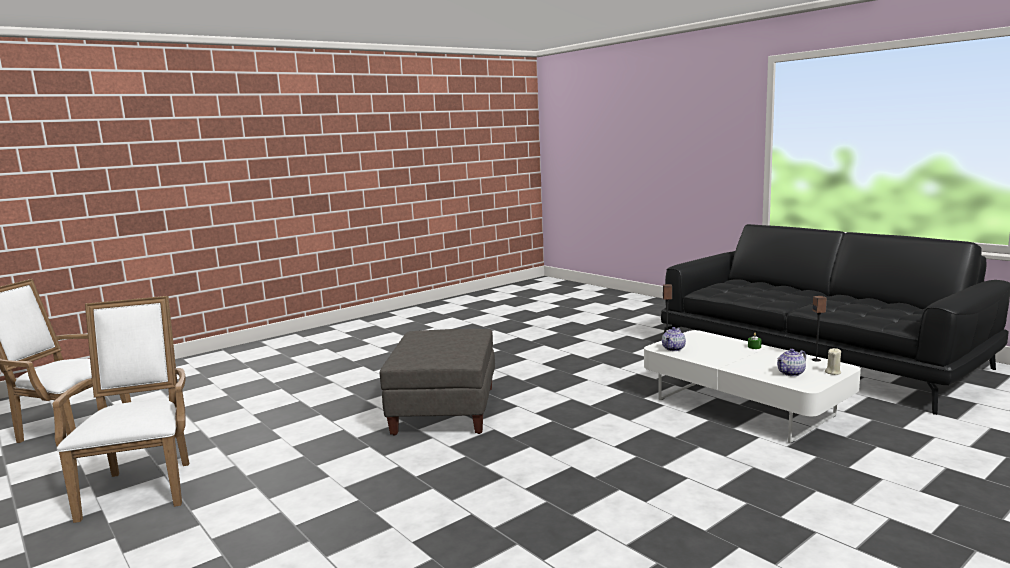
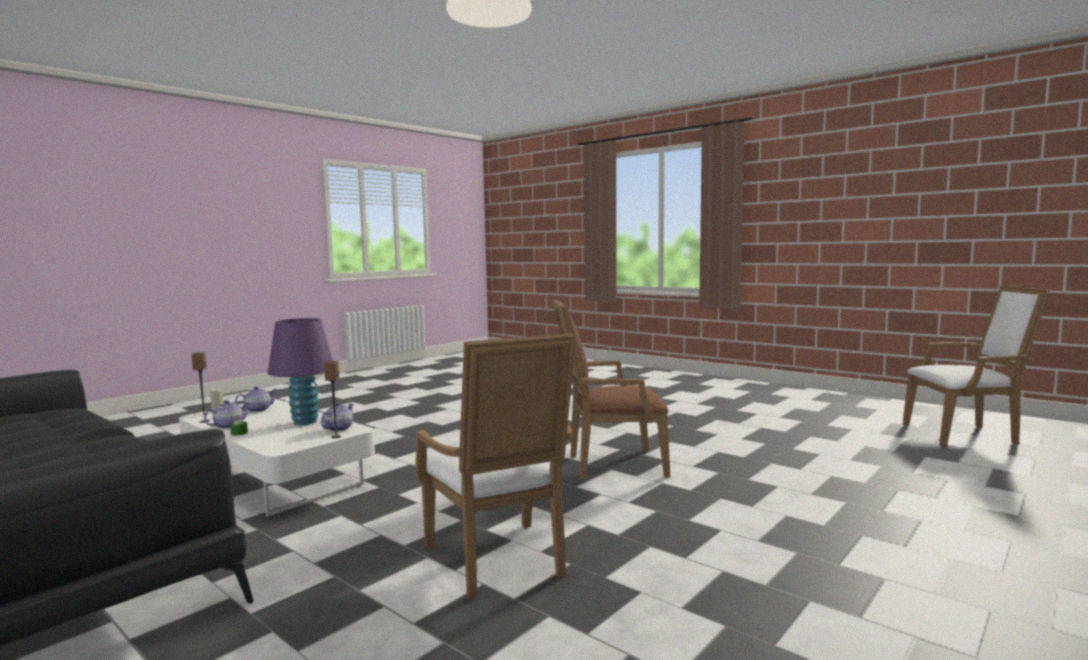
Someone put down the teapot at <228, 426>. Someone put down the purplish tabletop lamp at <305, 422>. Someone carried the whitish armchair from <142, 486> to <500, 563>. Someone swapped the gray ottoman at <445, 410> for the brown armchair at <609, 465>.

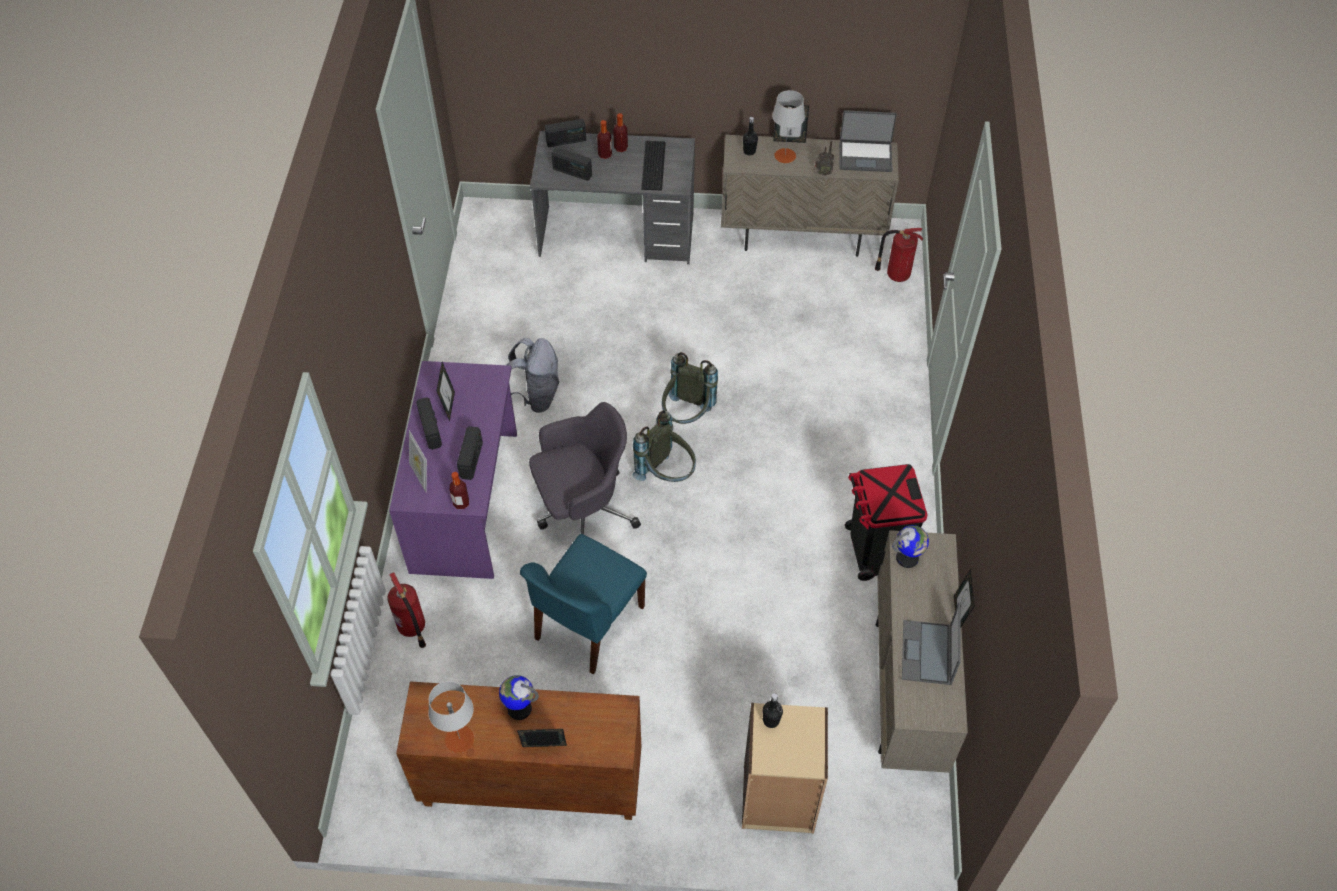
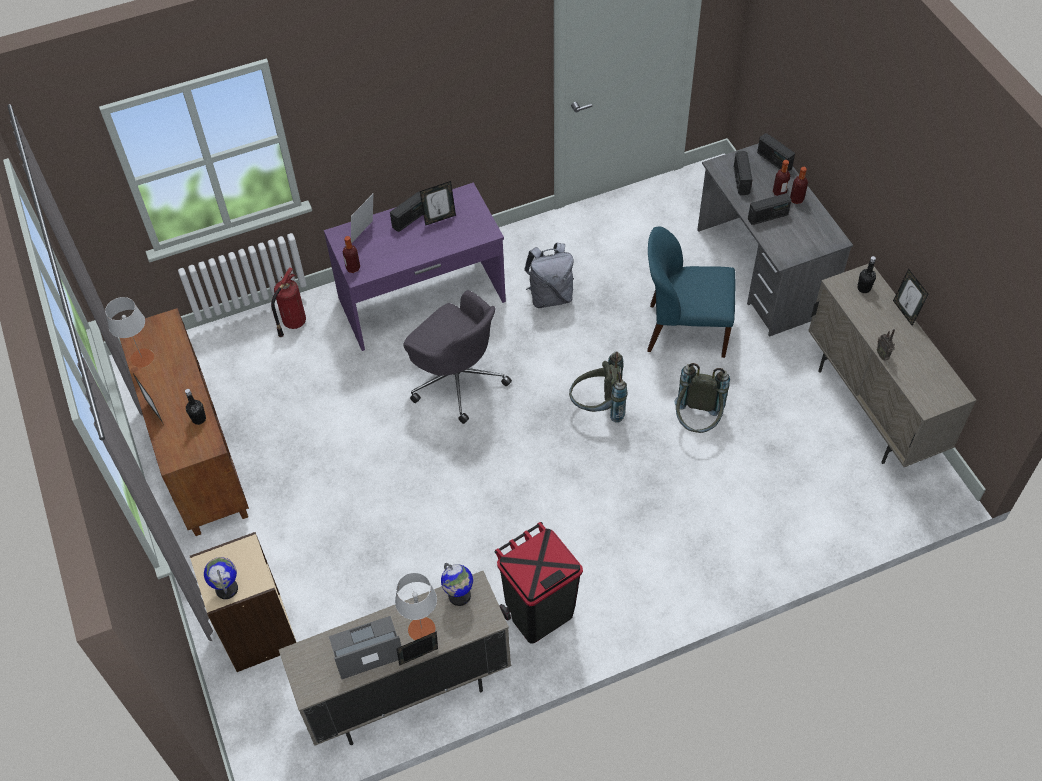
Someone took away the PC keyboard at <654, 165>. Someone took away the portable computer at <865, 156>. Someone took away the fire extinguisher at <896, 274>. Someone carried the radio receiver from <471, 460> to <768, 217>. Someone carried the world globe from <519, 708> to <227, 588>. Someone carried the blue plain chair from <587, 624> to <684, 330>. Someone carried the gray backpack from <666, 474> to <697, 422>. Someone carried the blackish beverage bottle from <771, 720> to <199, 419>. Someone carried the gray tabletop lamp from <785, 155> to <421, 629>.

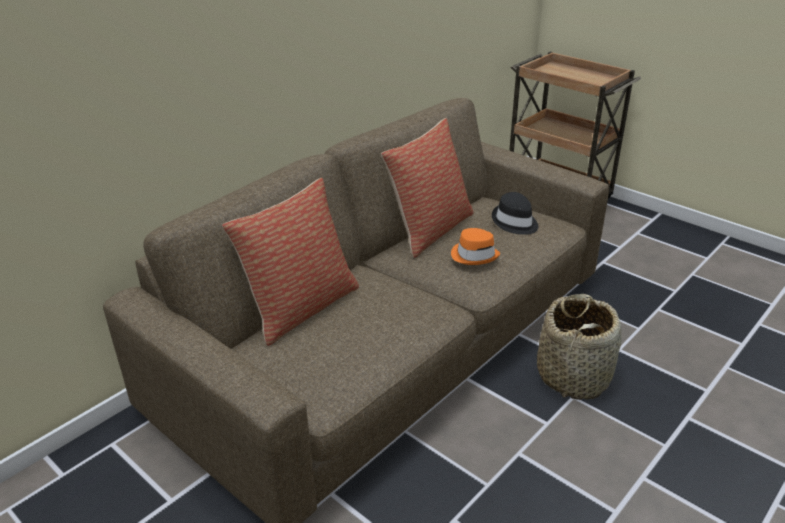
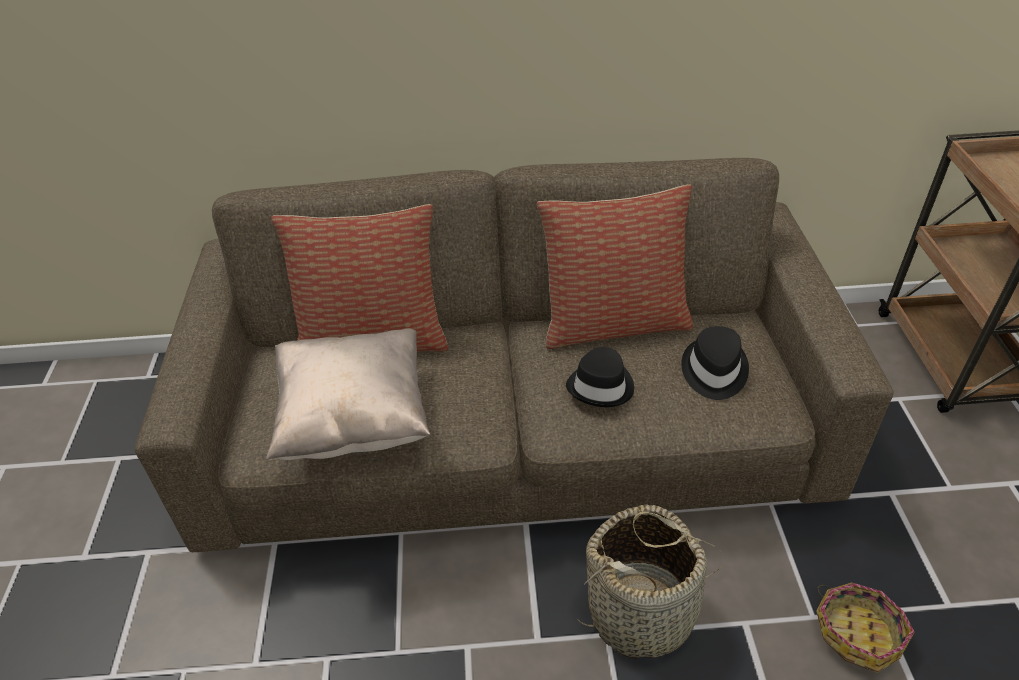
Someone put down the beige-coloured cushion at <355, 419>. Someone put down the storage basket at <857, 632>. Someone repainted the orange clothing hat at <474, 255>, which became the blackish clothing hat at <601, 386>.

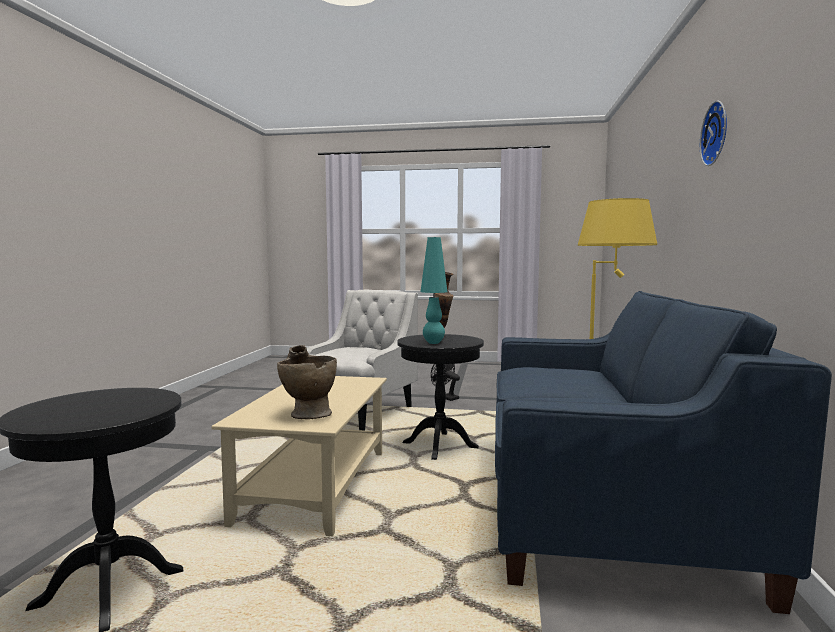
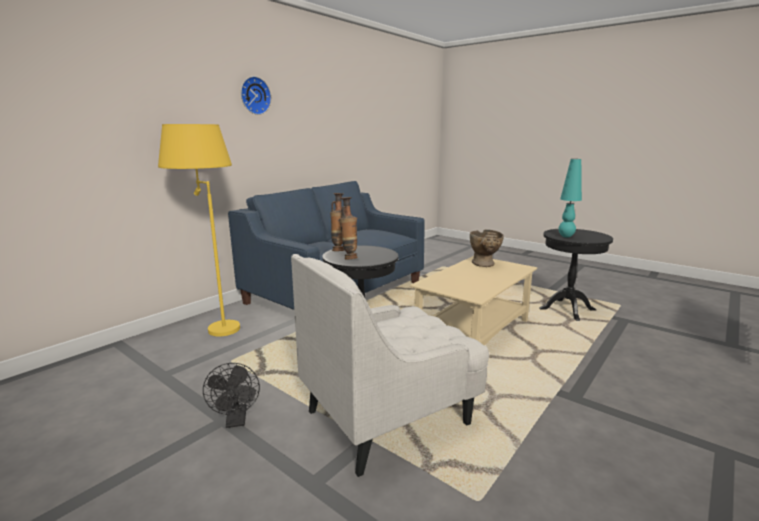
Someone put down the vase at <339, 250>. Someone carried the turquoise-coloured tabletop lamp from <434, 343> to <566, 236>.

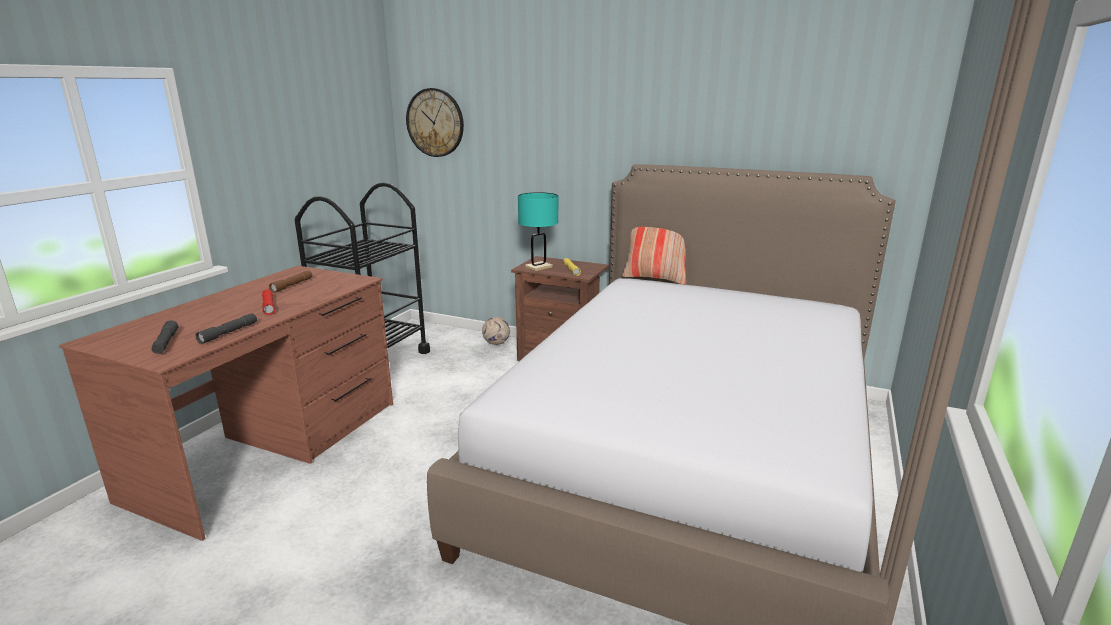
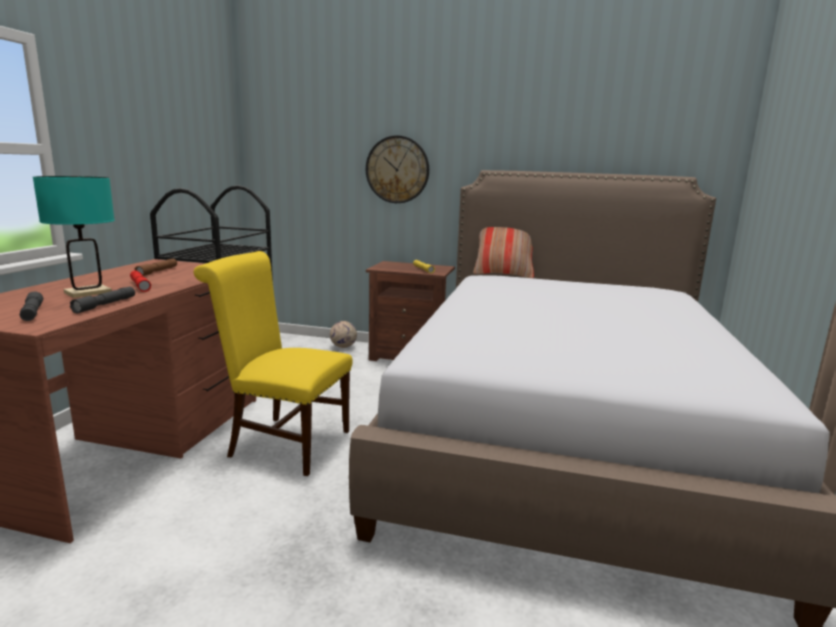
Someone put down the yellow-coloured plain chair at <283, 442>. Someone carried the wall clock from <435, 122> to <397, 169>. Someone carried the turquoise-coloured tabletop lamp from <538, 267> to <88, 292>.

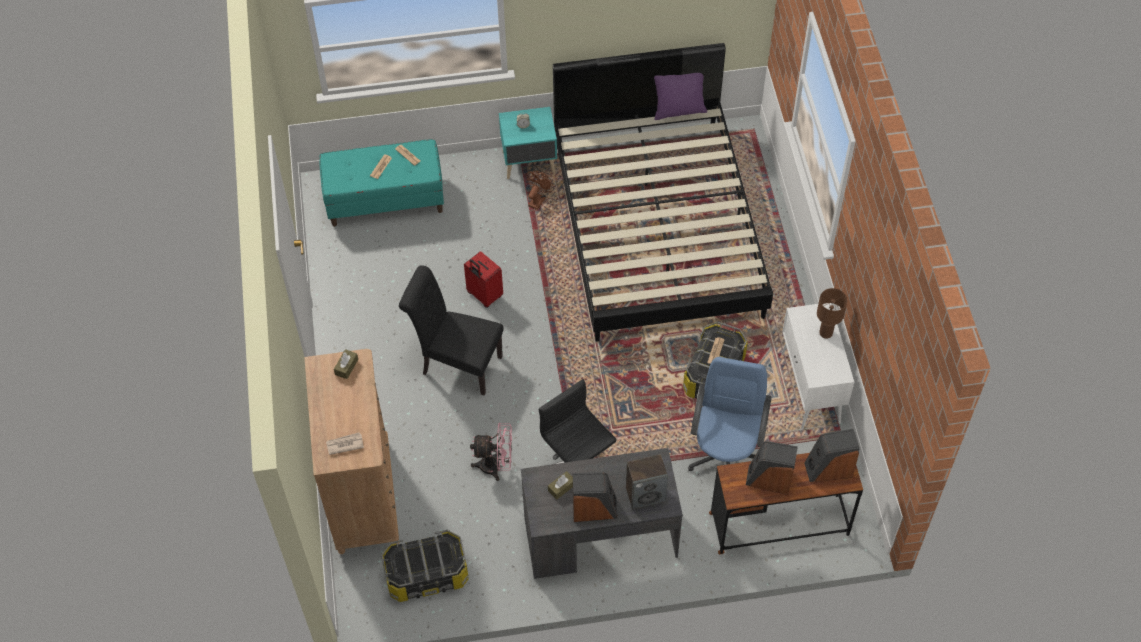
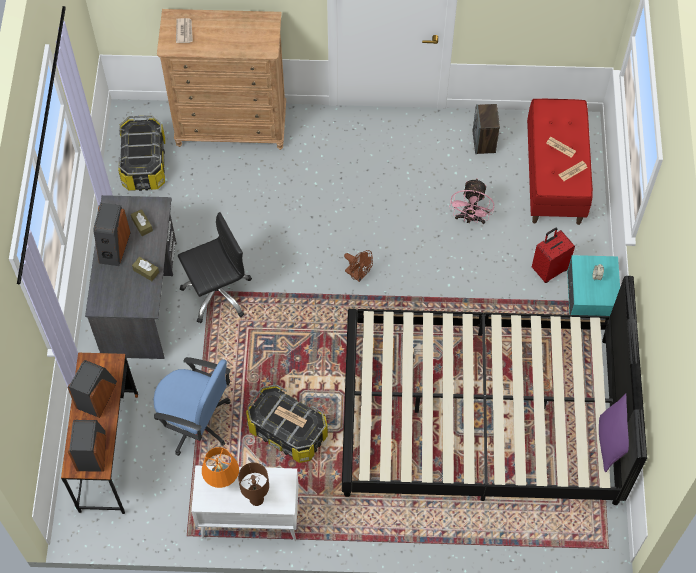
Someone took away the blackish plain chair at <457, 364>. Someone put down the orange tabletop lamp at <222, 479>. Someone carried the brown tissue holder from <346, 367> to <146, 271>. Someone carried the red travel case from <484, 295> to <549, 269>. Someone carried the pink-coloured cooling fan from <496, 466> to <470, 218>. Someone carried the brown cooling fan from <538, 199> to <358, 275>. Someone carried the speaker from <645, 494> to <484, 142>. Someone repainted the turquoise-coloured long seat at <385, 200>, which became the red long seat at <554, 177>.

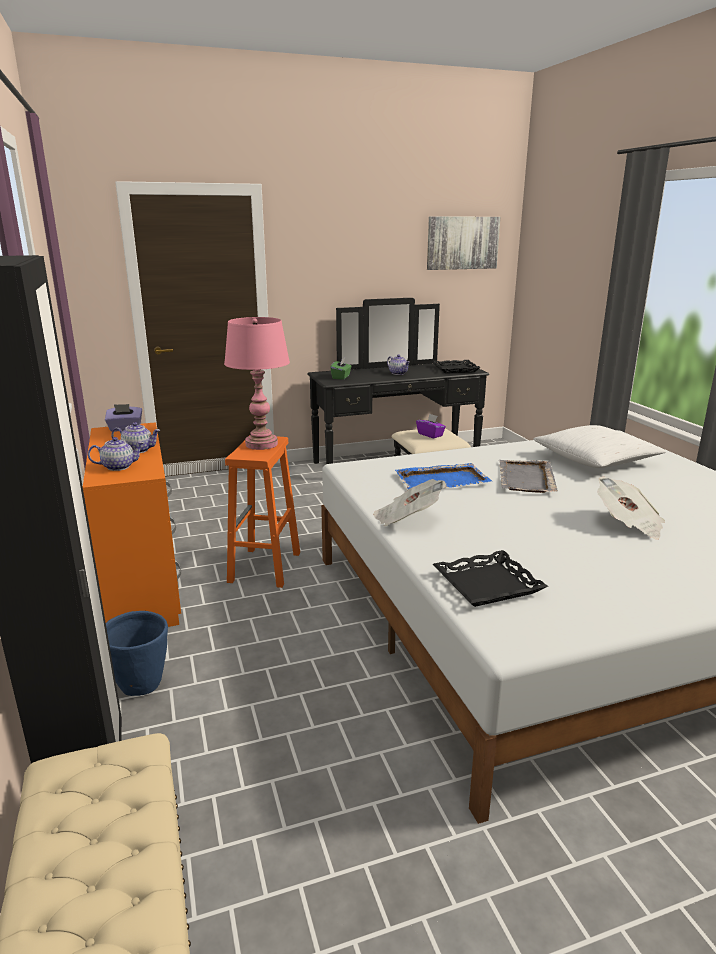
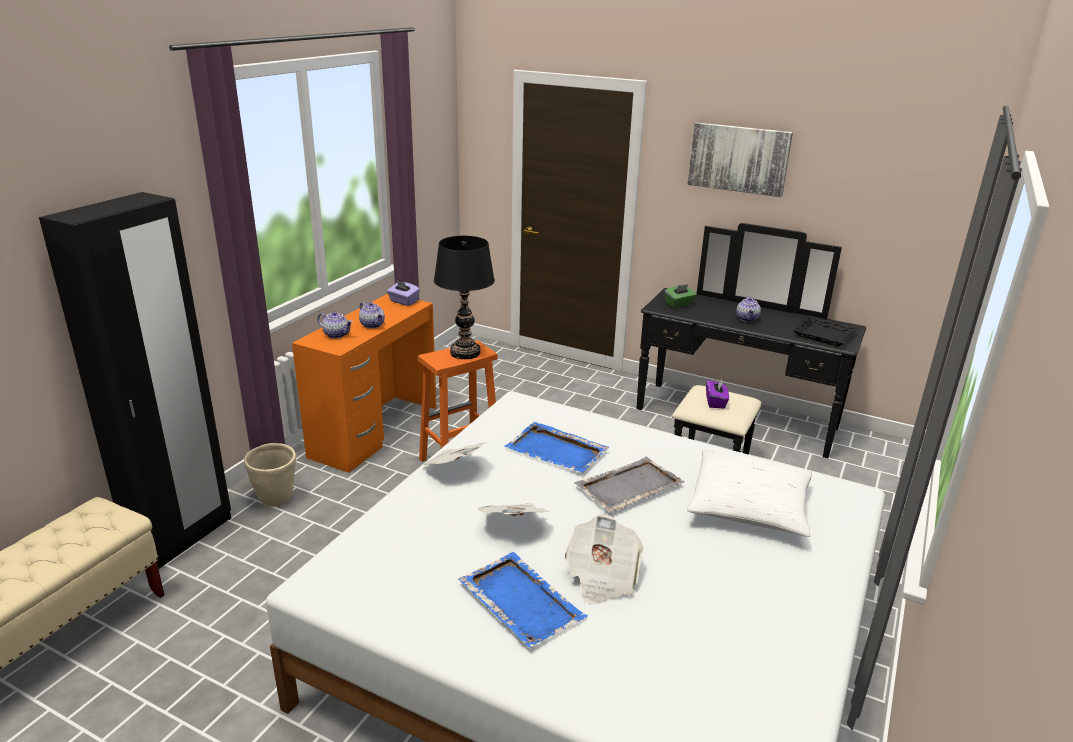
Someone took away the blackish tray at <487, 584>. Someone put down the blue tray at <520, 600>. Someone put down the printed paper at <514, 524>. Someone carried the wall picture from <462, 243> to <738, 158>. Someone repainted the blue plant pot at <142, 685>, which became the beige-coloured plant pot at <276, 499>. Someone repainted the pink-coloured tabletop lamp at <261, 444>, which became the blackish tabletop lamp at <465, 353>.

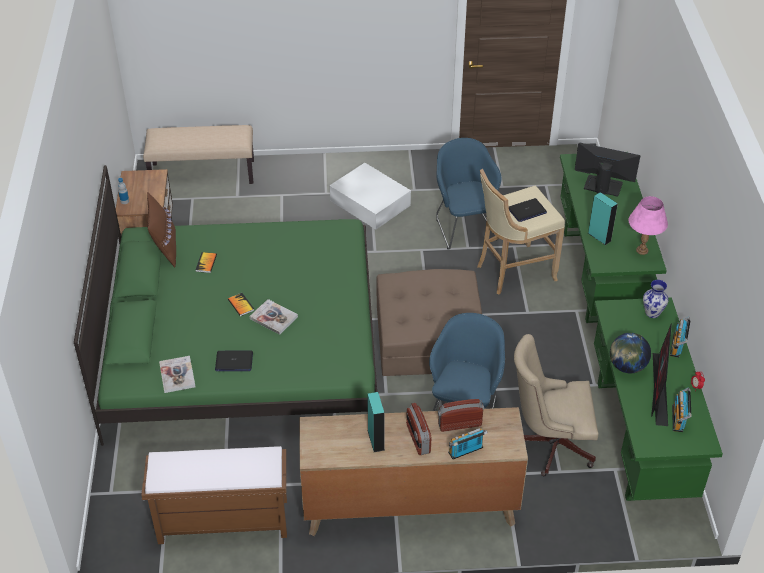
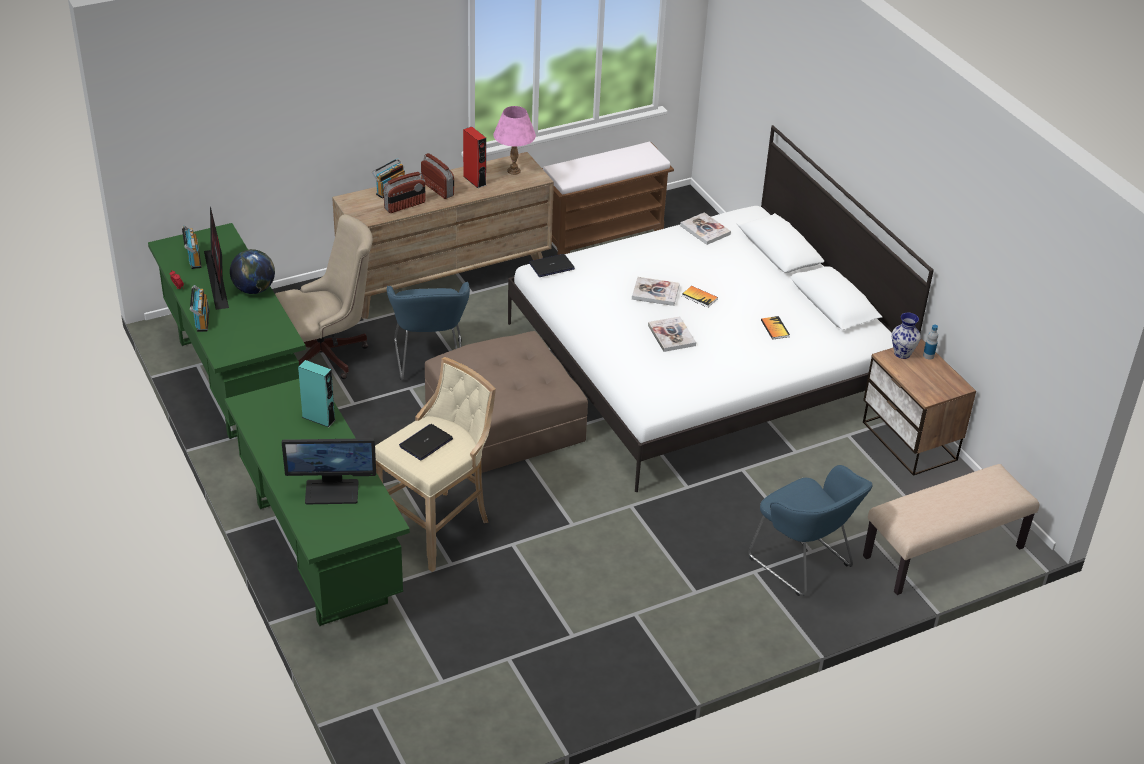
Someone took away the brown cushion at <165, 249>. Someone took away the whitish storage container at <369, 202>. Someone put down the bound book at <671, 335>. Someone carried the portable computer from <234, 361> to <551, 266>. Someone carried the blue armchair from <464, 227> to <804, 564>. Someone carried the pink-coloured tabletop lamp from <642, 250> to <513, 171>. Someone carried the vase from <652, 312> to <902, 354>. Someone repainted the green-coloured bed at <242, 345>, which became the whitish bed at <702, 363>. Someone repainted the turquoise-coloured speaker at <376, 440>, which became the red speaker at <474, 180>.

